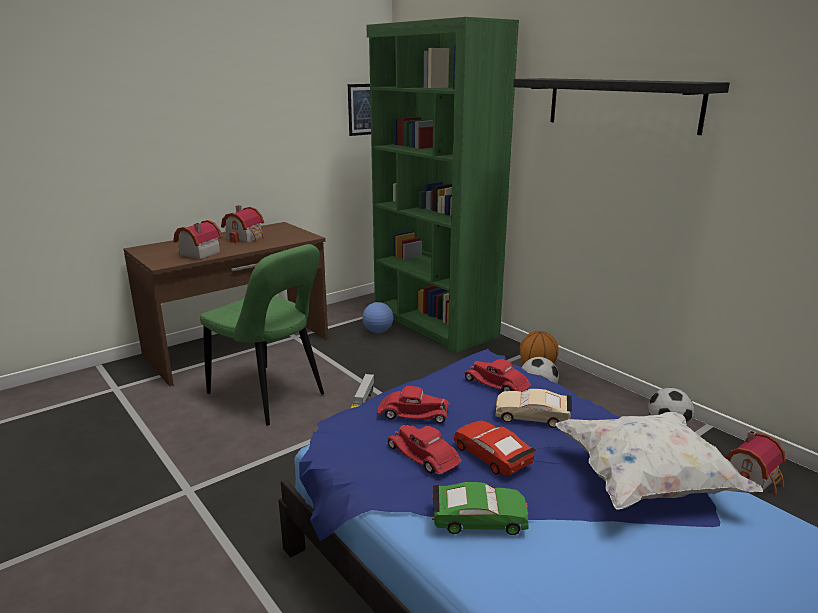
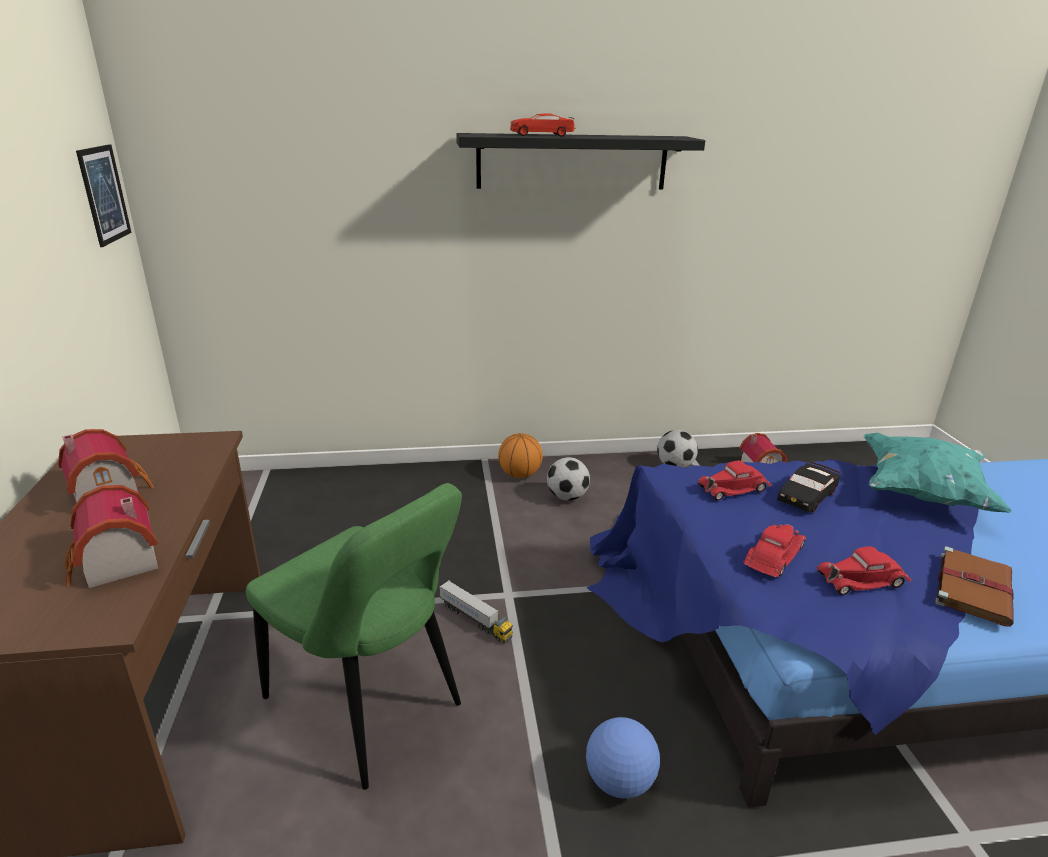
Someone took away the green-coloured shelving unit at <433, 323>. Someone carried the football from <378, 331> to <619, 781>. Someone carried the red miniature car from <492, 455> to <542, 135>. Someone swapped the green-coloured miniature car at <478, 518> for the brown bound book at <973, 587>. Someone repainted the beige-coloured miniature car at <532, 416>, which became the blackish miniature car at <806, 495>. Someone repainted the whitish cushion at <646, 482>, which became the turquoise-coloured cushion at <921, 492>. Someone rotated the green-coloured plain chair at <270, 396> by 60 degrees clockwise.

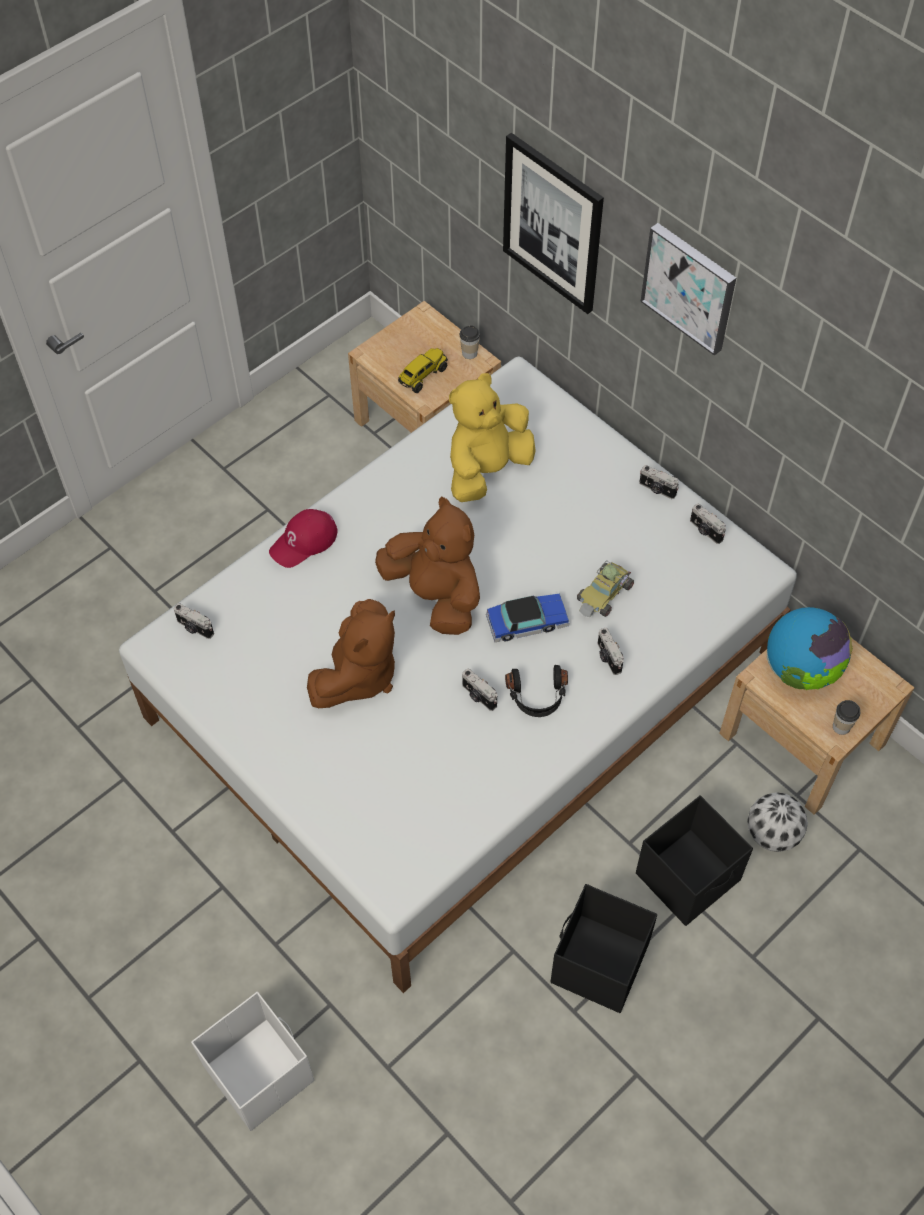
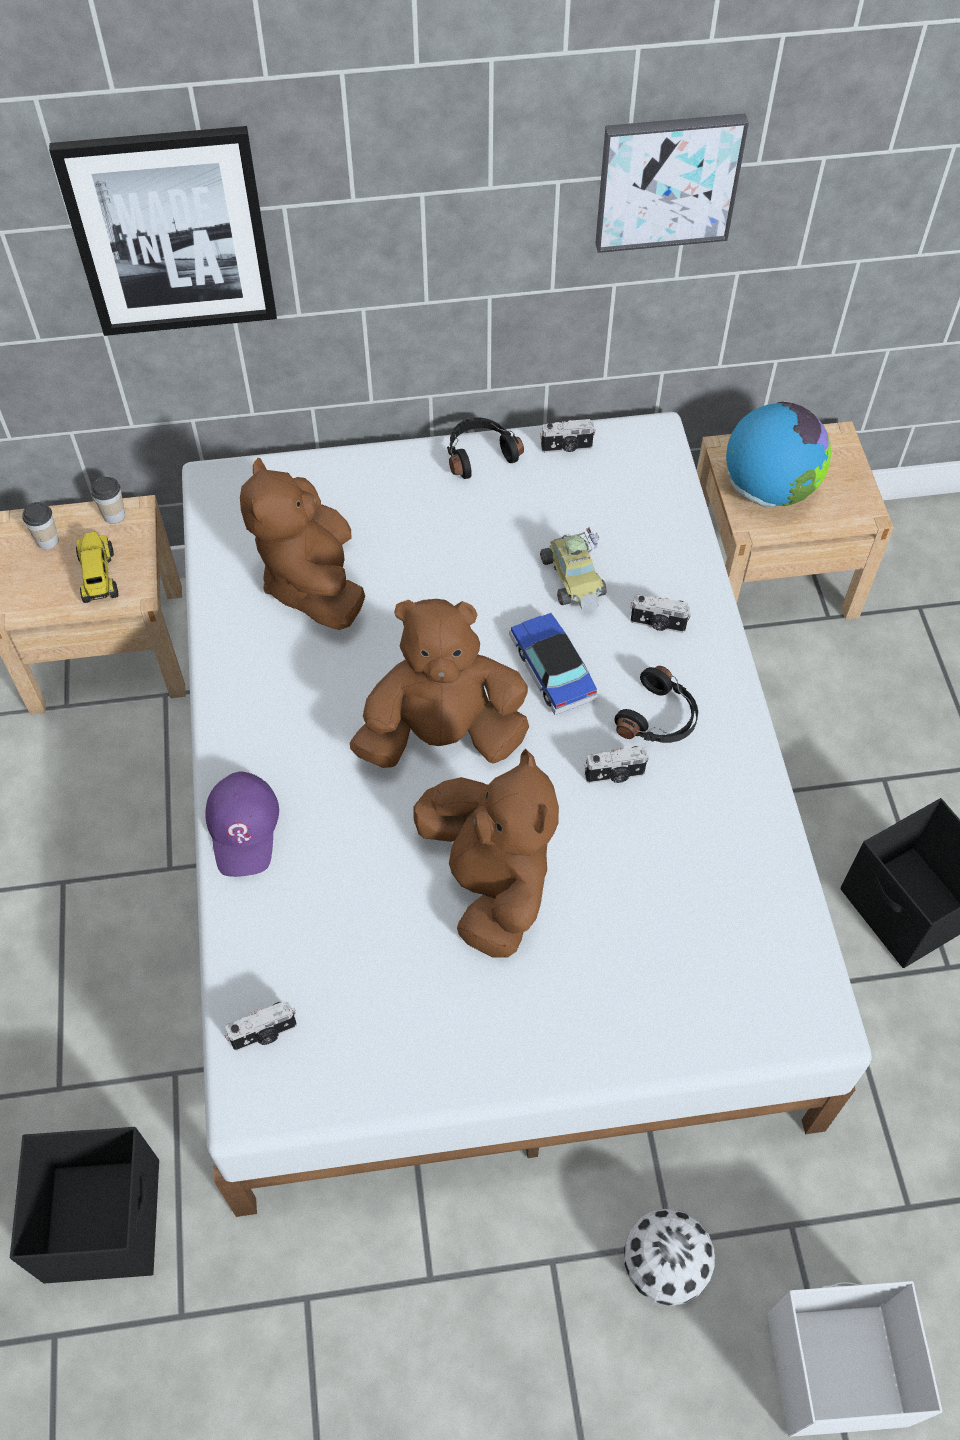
Someone carried the blackish storage container from <689, 877> to <104, 1218>. Someone carried the wall picture from <690, 287> to <667, 180>. Someone carried the football from <771, 834> to <663, 1267>. Someone carried the cup from <841, 726> to <47, 541>. Someone swapped the still camera at <657, 489> for the blackish pair of headphones at <479, 454>. Someone repainted the red cap at <304, 541>, which became the purplish cap at <244, 827>. Someone repainted the yellow-coloured plush toy at <487, 469>, which became the brown plush toy at <313, 583>. Someone rotated the miniature car at <527, 622> by 45 degrees counterclockwise.

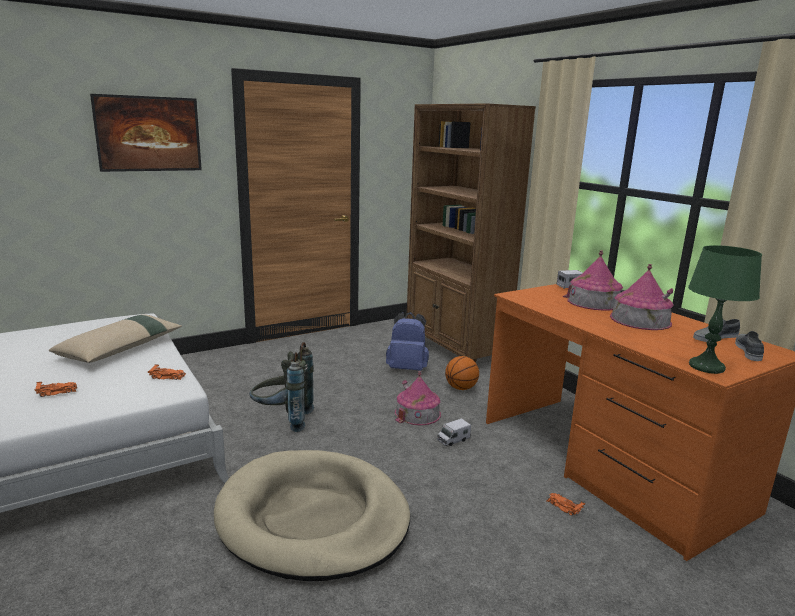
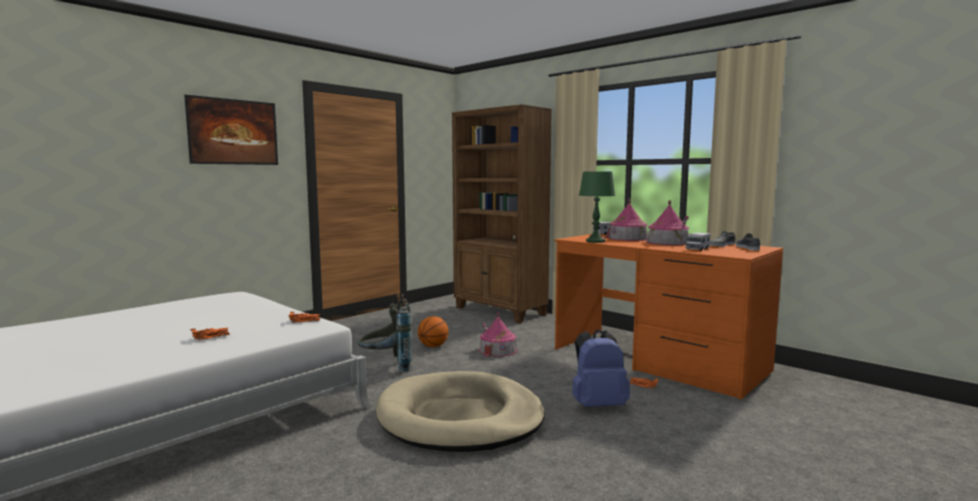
Someone took away the beige-coloured cushion at <121, 348>. Someone carried the blue backpack from <407, 368> to <597, 405>. Someone carried the model truck from <453, 440> to <697, 249>. Someone carried the basketball from <461, 388> to <433, 346>. Someone carried the green-coloured tabletop lamp from <706, 366> to <595, 241>.

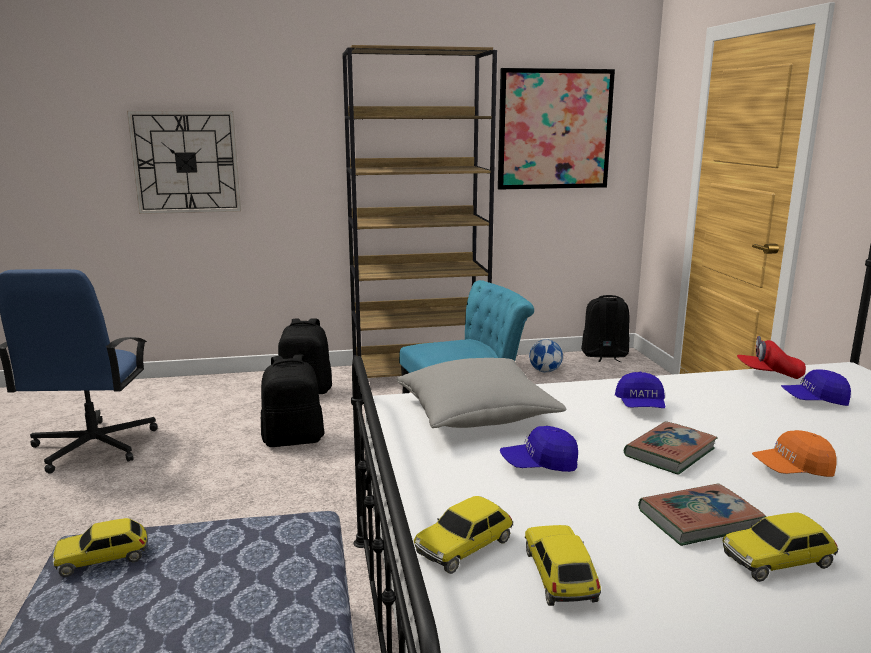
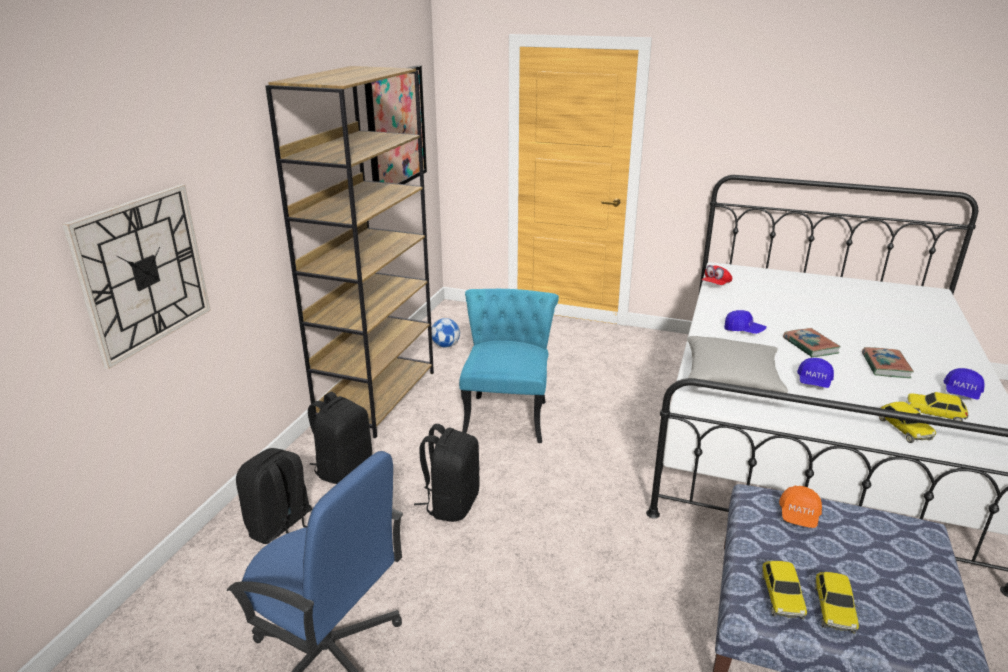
Someone carried the blackish backpack from <604, 355> to <281, 527>. Someone carried the miniature car from <777, 561> to <833, 608>. Someone carried the orange cap from <792, 470> to <798, 516>. Someone carried the blue cap from <814, 401> to <961, 393>.

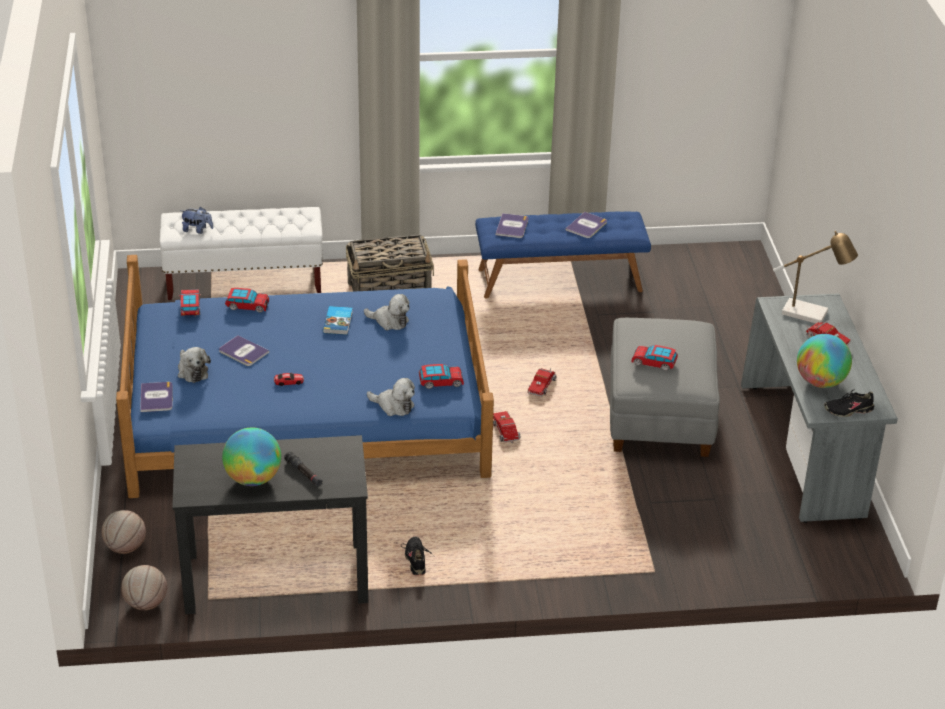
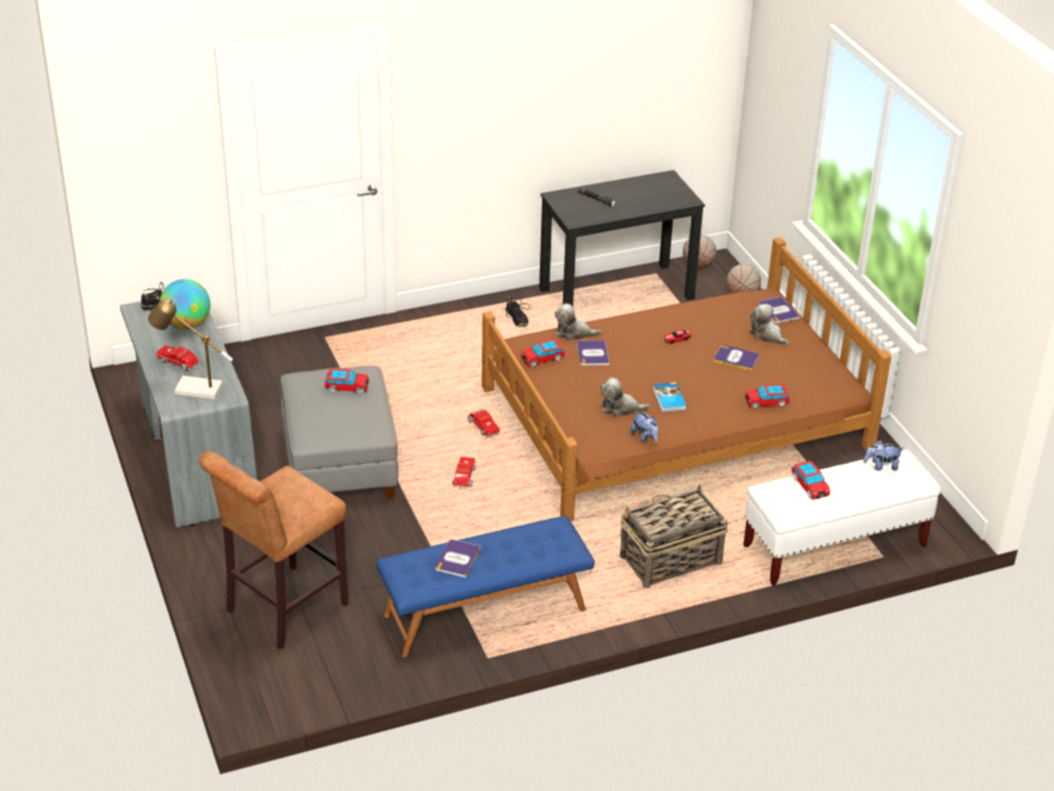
Someone took away the world globe at <253, 479>. Someone put down the brown sitting stool at <282, 610>. Someone put down the plush toy at <645, 437>. Someone carried the miniature car from <190, 308> to <809, 486>. Someone carried the bound book from <512, 226> to <592, 353>. Someone repainted the blue bed at <308, 410>, which became the brown bed at <673, 419>.

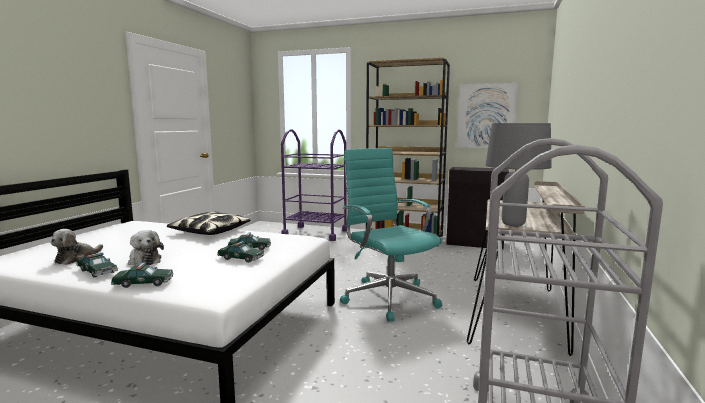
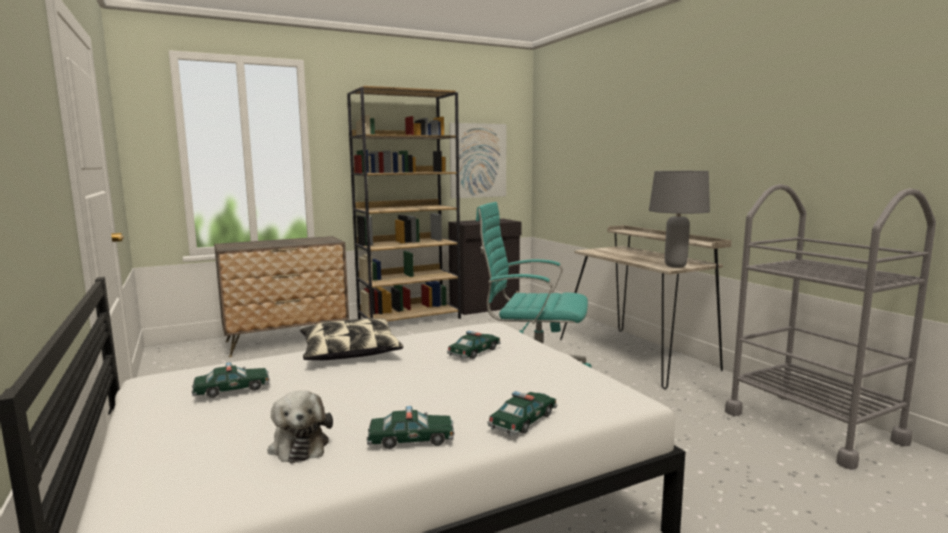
Someone took away the plush toy at <144, 260>. Someone carried the miniature car from <241, 258> to <232, 389>. Someone swapped the purplish cart at <315, 233> for the drawer chest at <288, 340>.

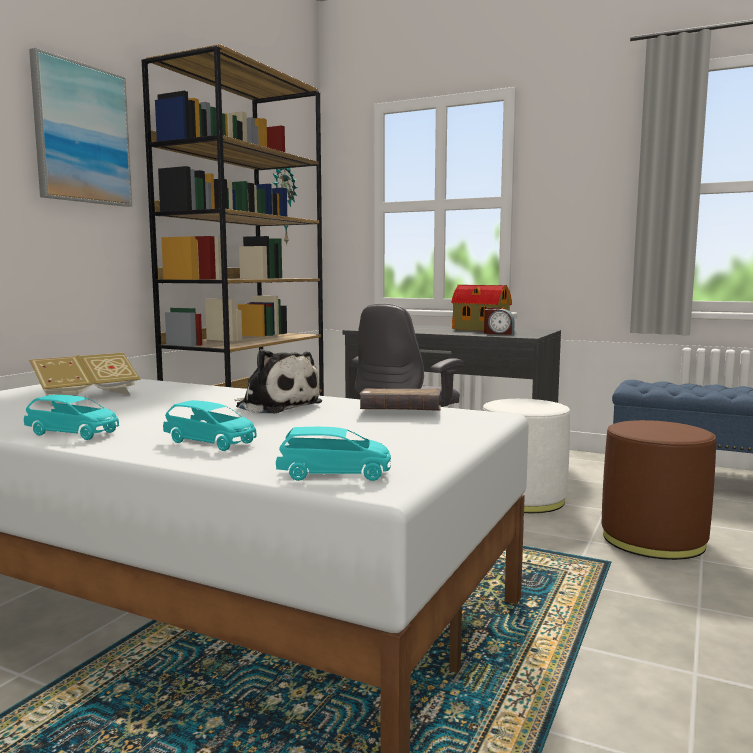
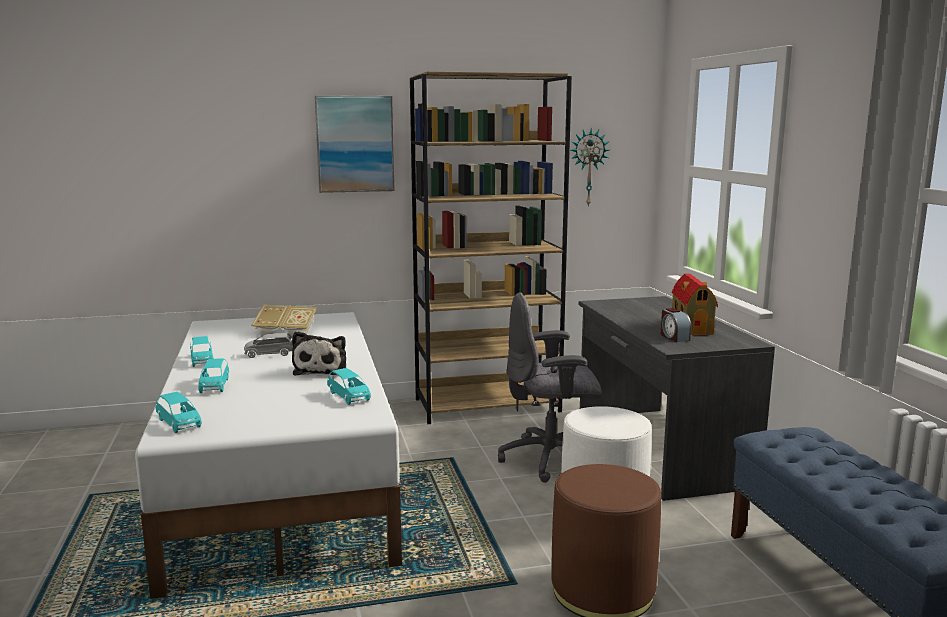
Someone put down the gray miniature car at <269, 354>. Someone swapped the brown bound book at <400, 412> for the turquoise-coloured miniature car at <349, 396>.

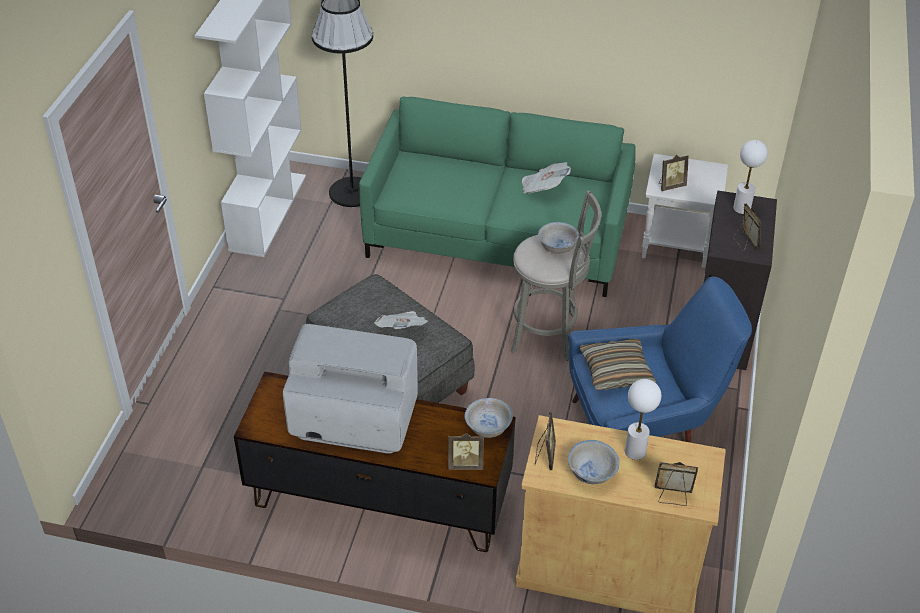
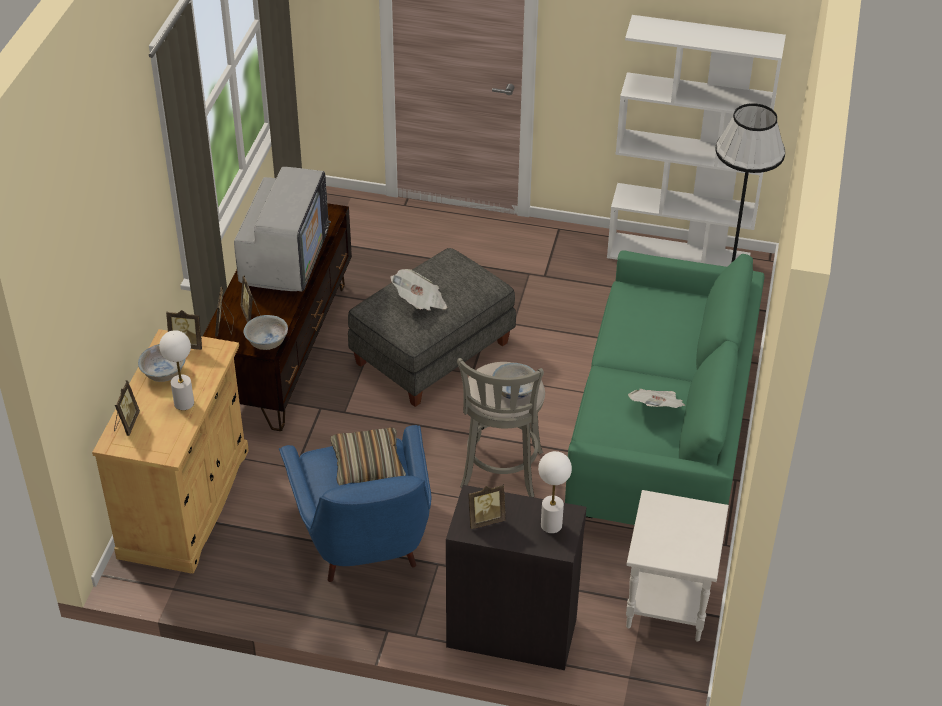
Someone carried the standing frame from <671, 185> to <252, 315>.

